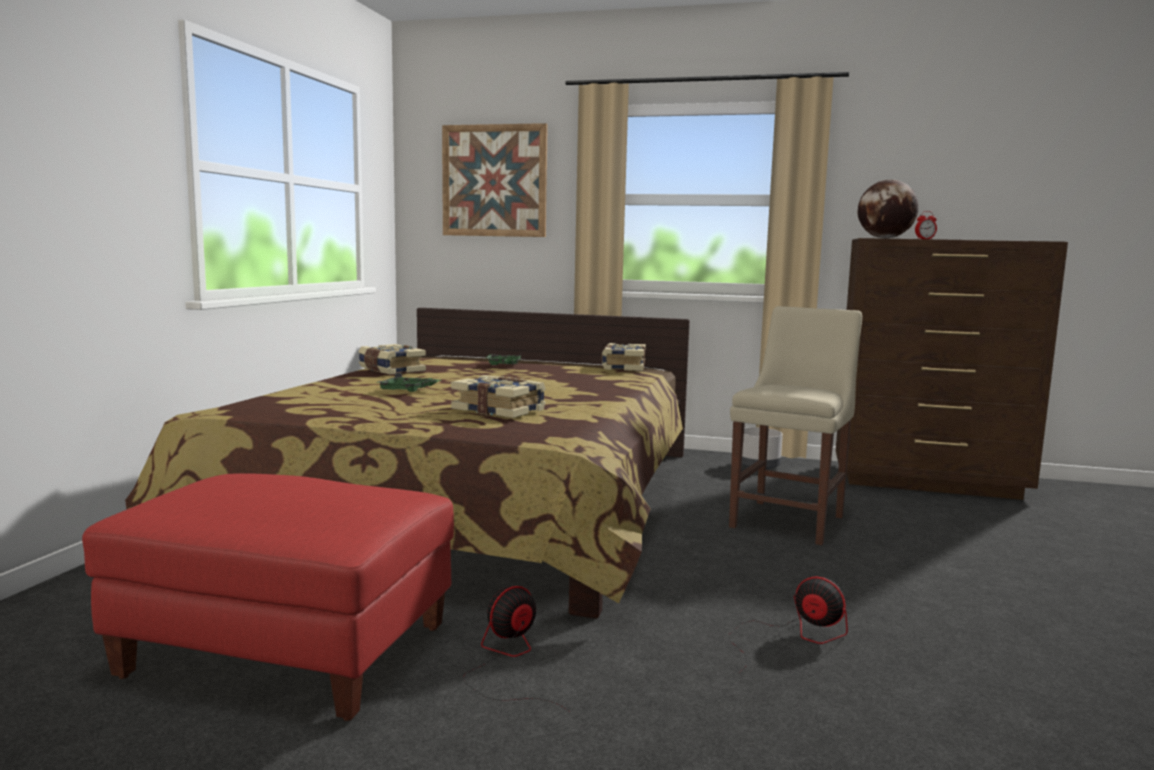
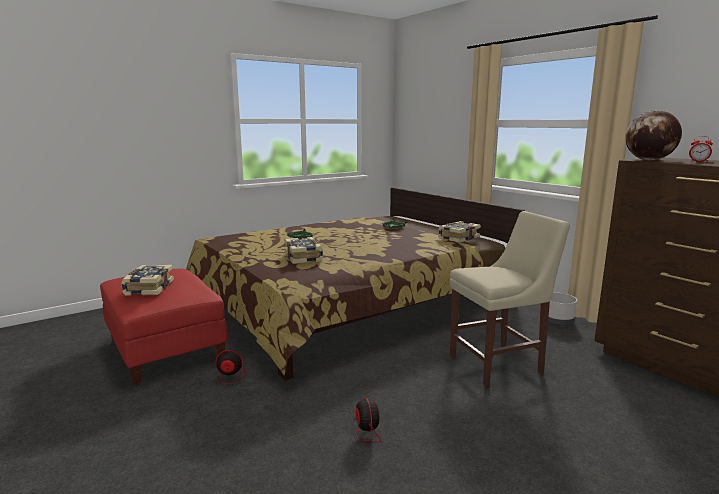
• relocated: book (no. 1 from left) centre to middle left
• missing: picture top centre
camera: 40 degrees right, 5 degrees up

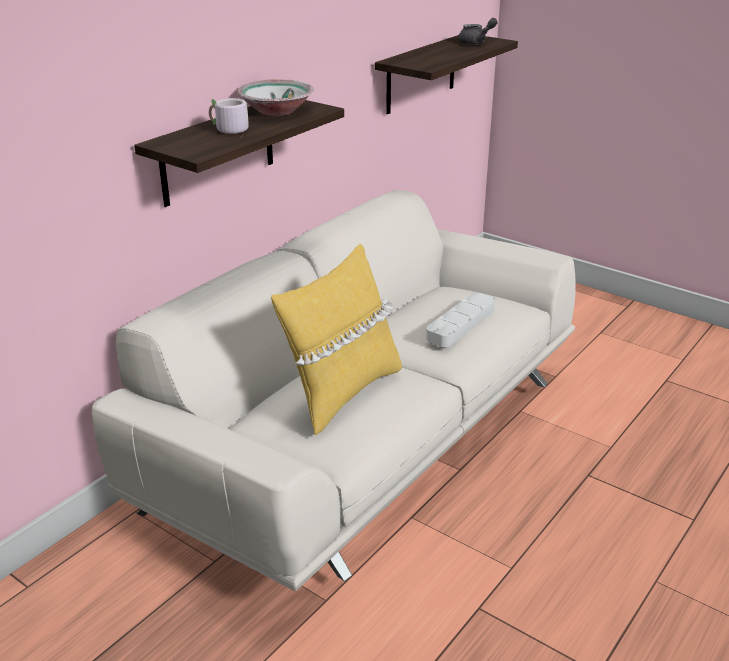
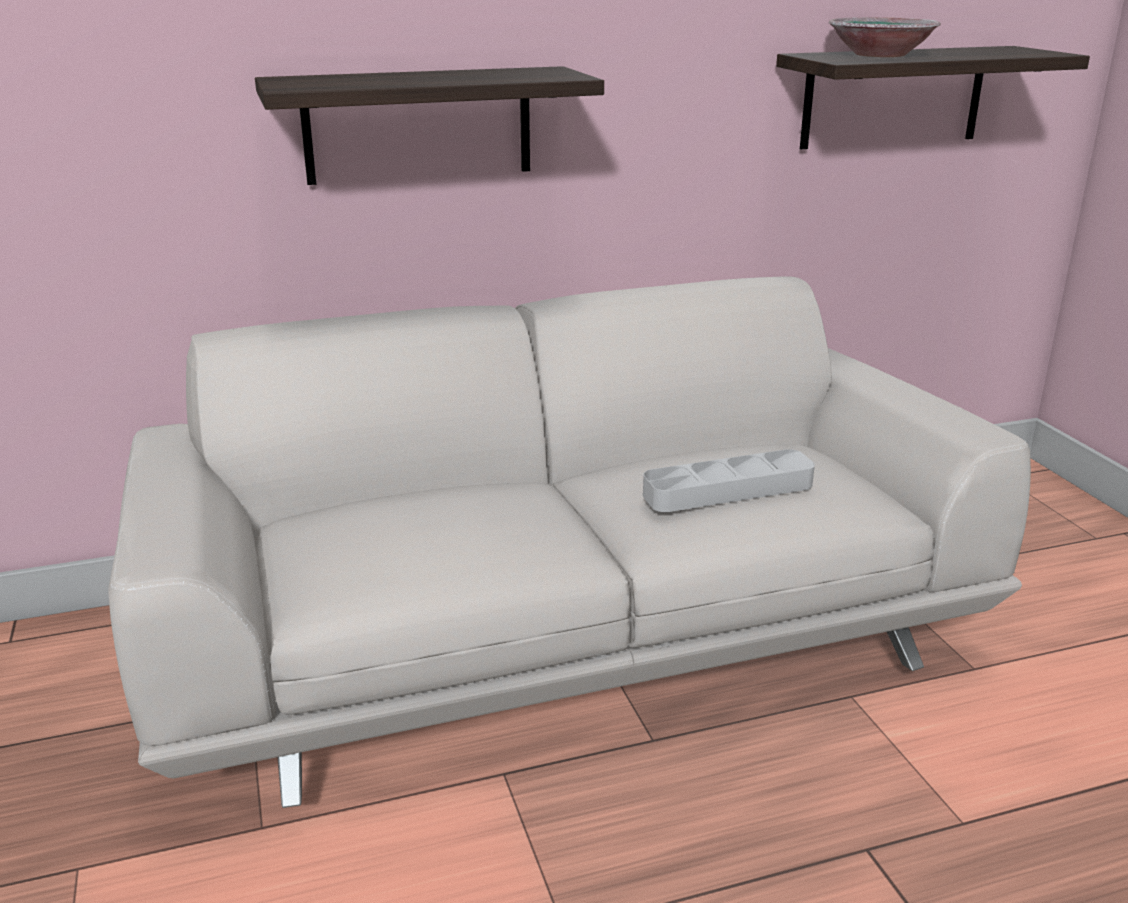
• missing: mug (grey) top left
• relocated: bowl top centre to top right
• missing: pillow (yellow) centre
• missing: teapot (grey) top centre
camera: 35 degrees right, 5 degrees down

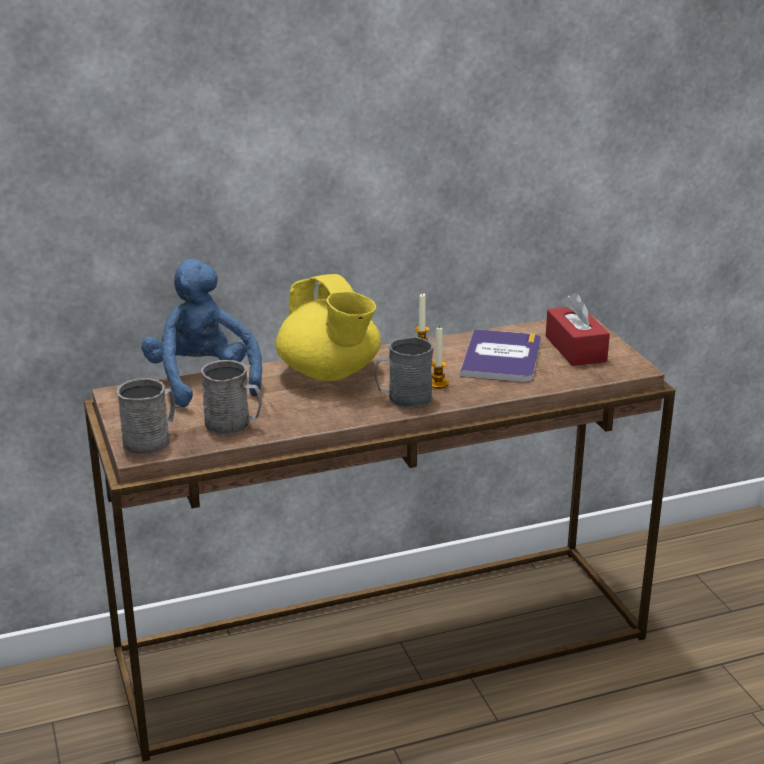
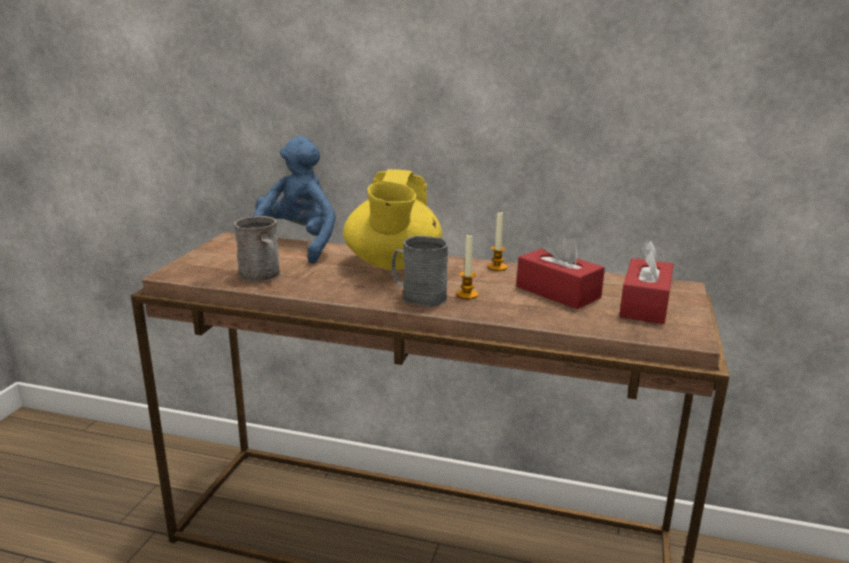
• missing: mug (grey) (no. 1 from left) middle left
• exchanged: book centre to tissue box (red) (no. 1 from left) centre
camera: 35 degrees right, 5 degrees down

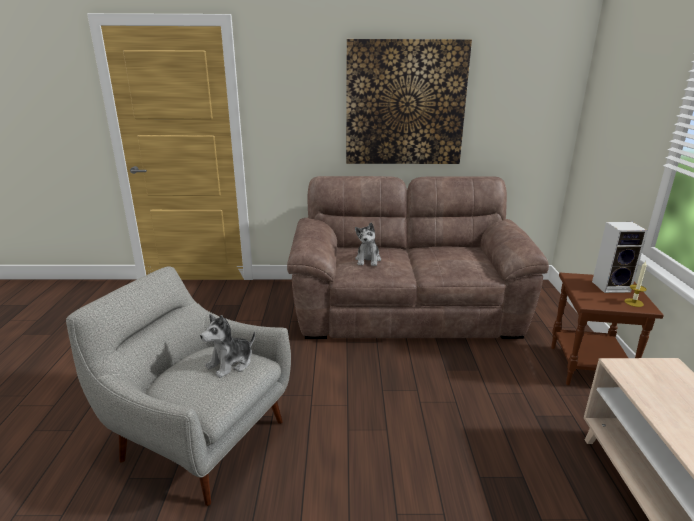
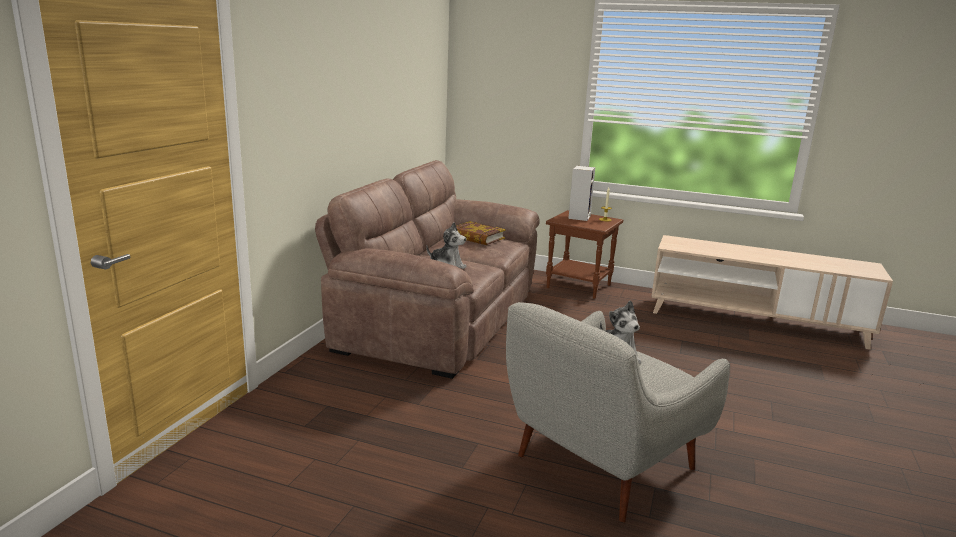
• missing: picture top centre
• appeared: book centre
camera: 70 degrees left, 5 degrees down

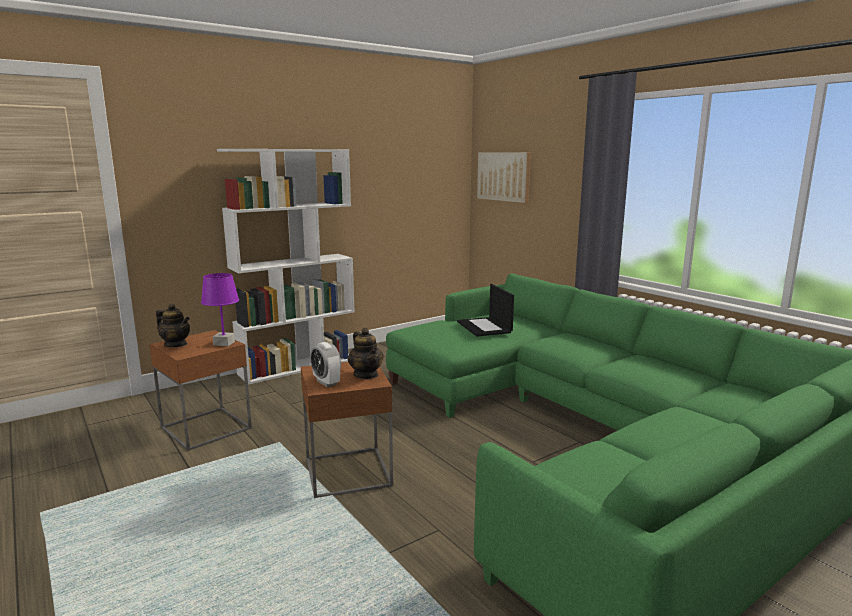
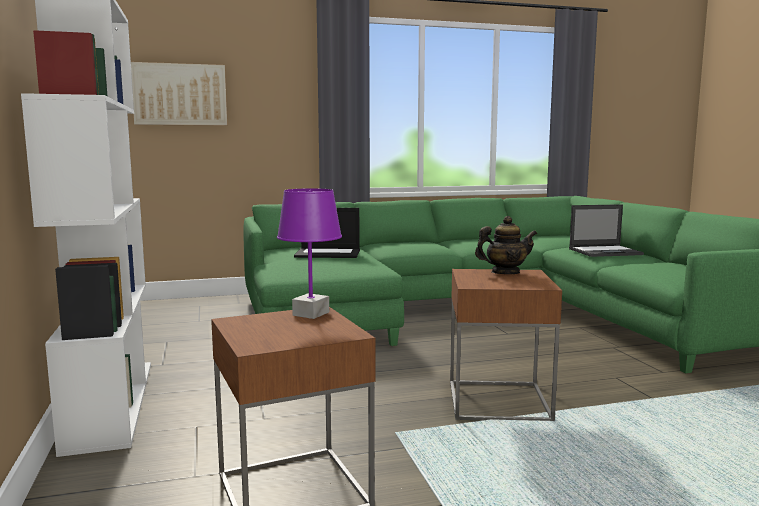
• missing: teapot (no. 1 from left) middle left
• missing: alarm clock centre
• appeared: laptop (no. 2 from left) middle right
camera: 70 degrees left, 5 degrees down

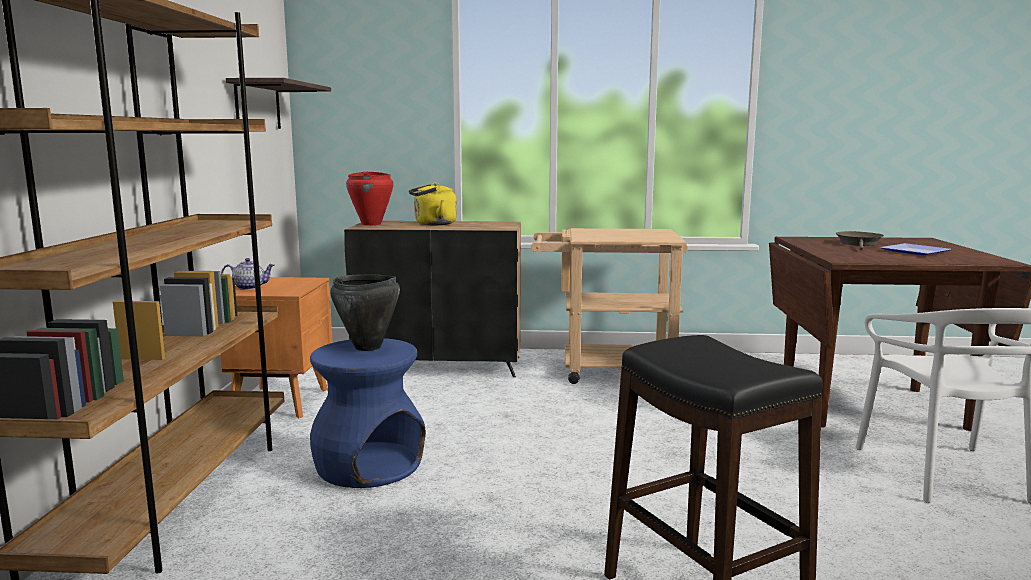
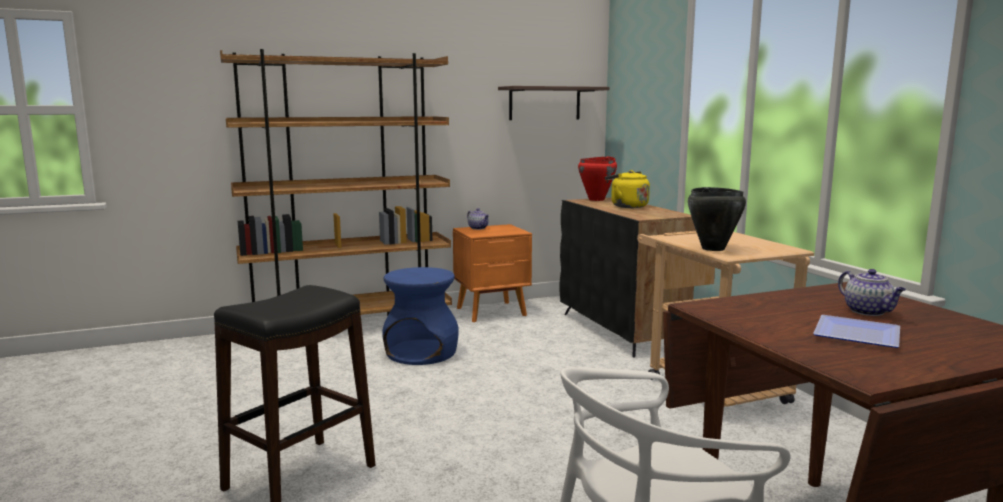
• relocated: cooking pot (black) centre to middle right
• exchanged: frying pan (brown) middle right to teapot (no. 2 from left) middle right
camera: 65 degrees right, 0 degrees up

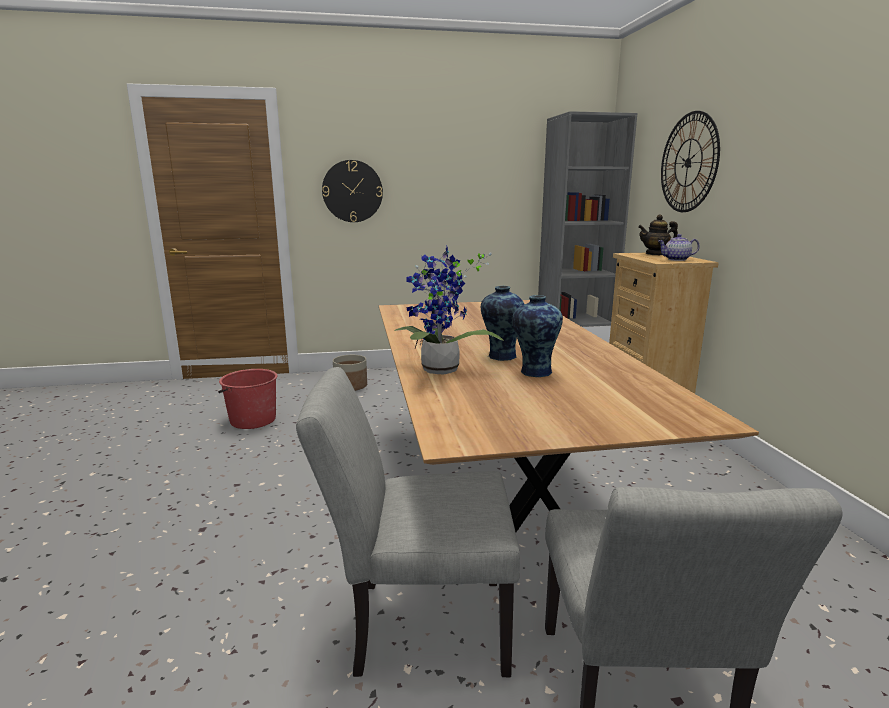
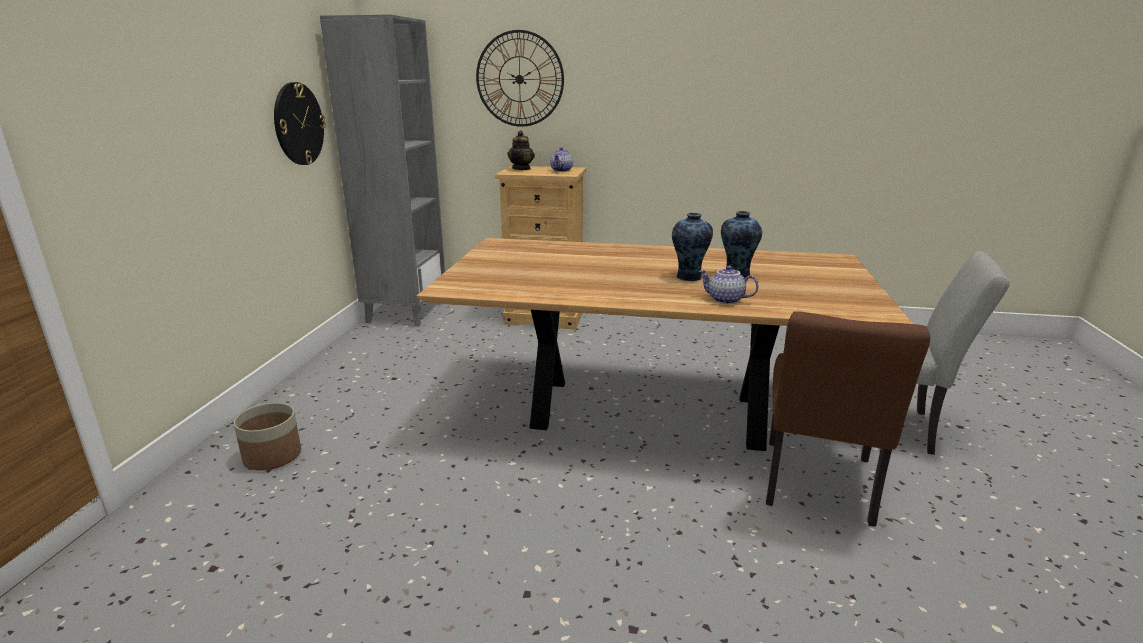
• missing: bucket (red) middle left
• colour: chair (grey) (no. 1 from left) bottom centre to chair (brown) middle right
• relocated: wall clock (no. 1 from left) top centre to top left
• exchanged: potted plant centre to teapot (no. 3 from left) centre
camera: 70 degrees left, 5 degrees up

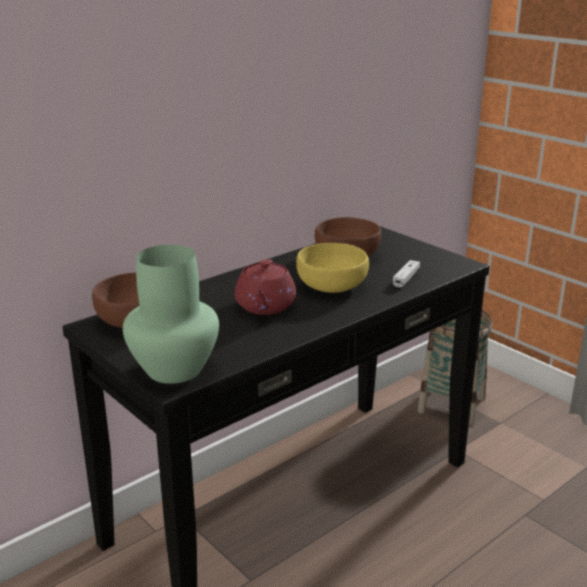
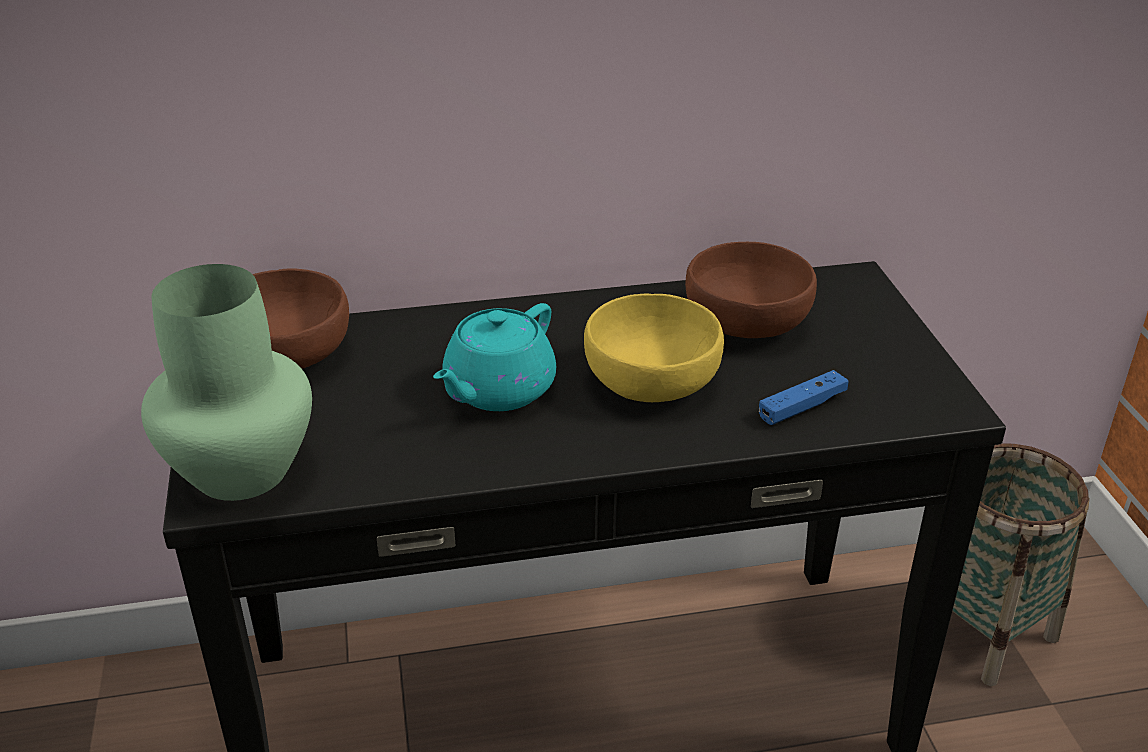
• colour: teapot (red) centre to teapot (turquoise) centre
• colour: game controller (white) middle right to game controller (blue) middle right
camera: 30 degrees right, 10 degrees up

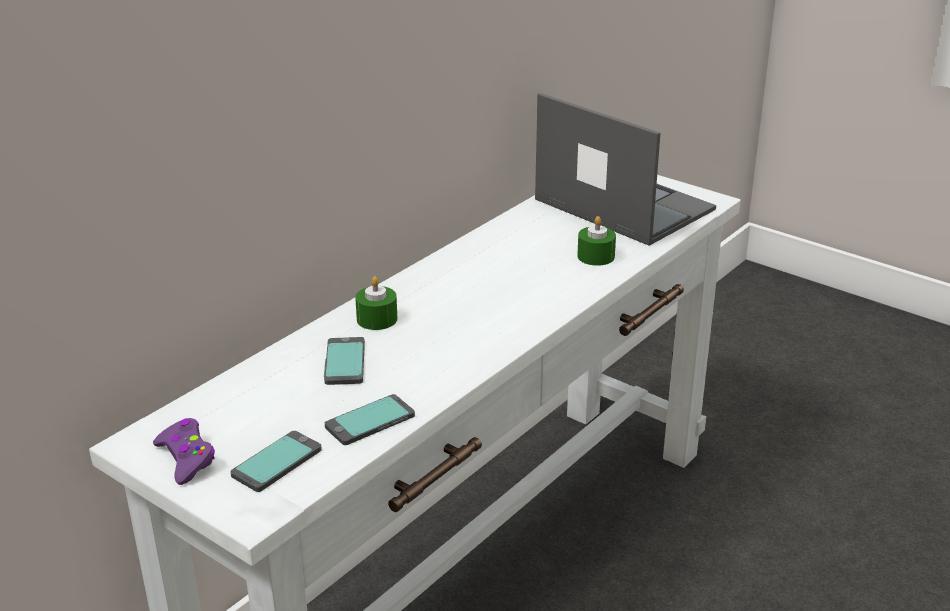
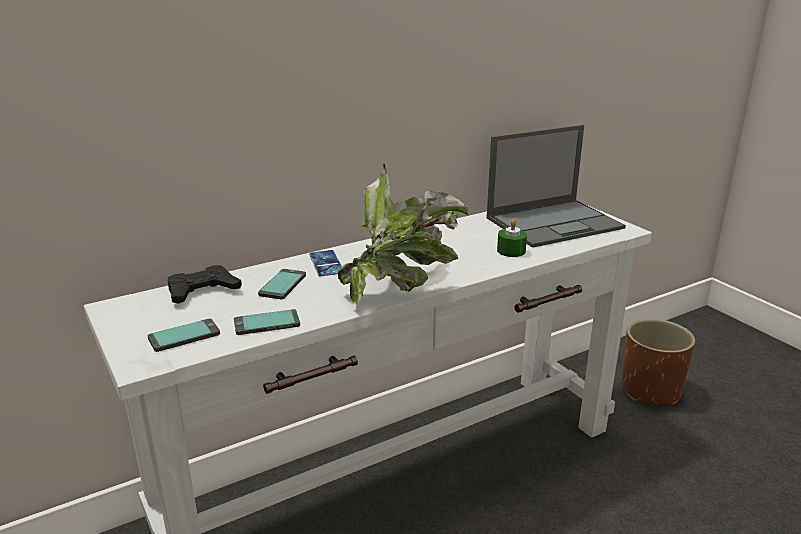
• missing: game controller (purple) bottom left
• exchanged: candle (green) (no. 1 from left) centre to phone (no. 4 from left) centre
• spun: laptop top centre = middle right 90 degrees clockwise
• appeared: game controller (black) middle left
• appeared: potted plant centre
• appeared: planter (brown) bottom right
camera: 20 degrees right, 5 degrees down

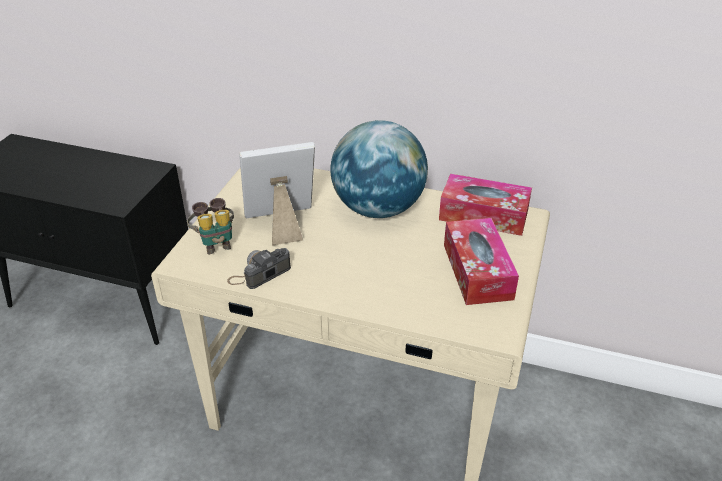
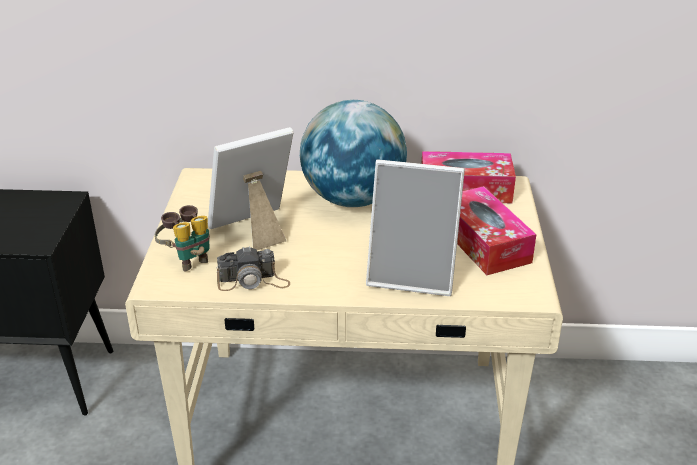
• spun: photo camera centre = centre 135 degrees counterclockwise
• appeared: picture frame (no. 2 from left) centre
camera: 15 degrees left, 5 degrees down

